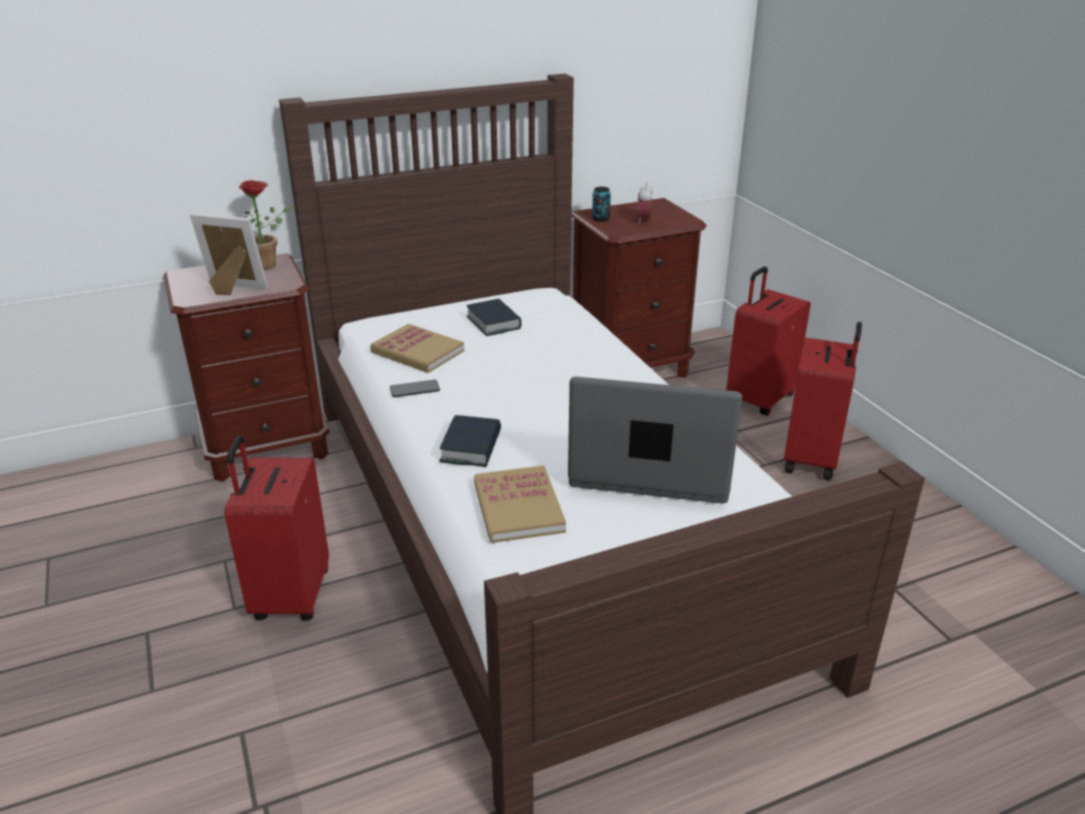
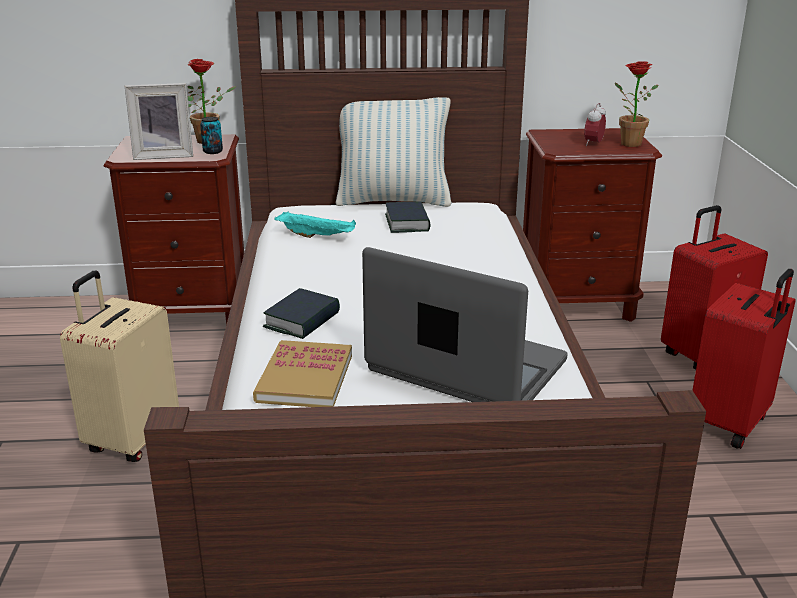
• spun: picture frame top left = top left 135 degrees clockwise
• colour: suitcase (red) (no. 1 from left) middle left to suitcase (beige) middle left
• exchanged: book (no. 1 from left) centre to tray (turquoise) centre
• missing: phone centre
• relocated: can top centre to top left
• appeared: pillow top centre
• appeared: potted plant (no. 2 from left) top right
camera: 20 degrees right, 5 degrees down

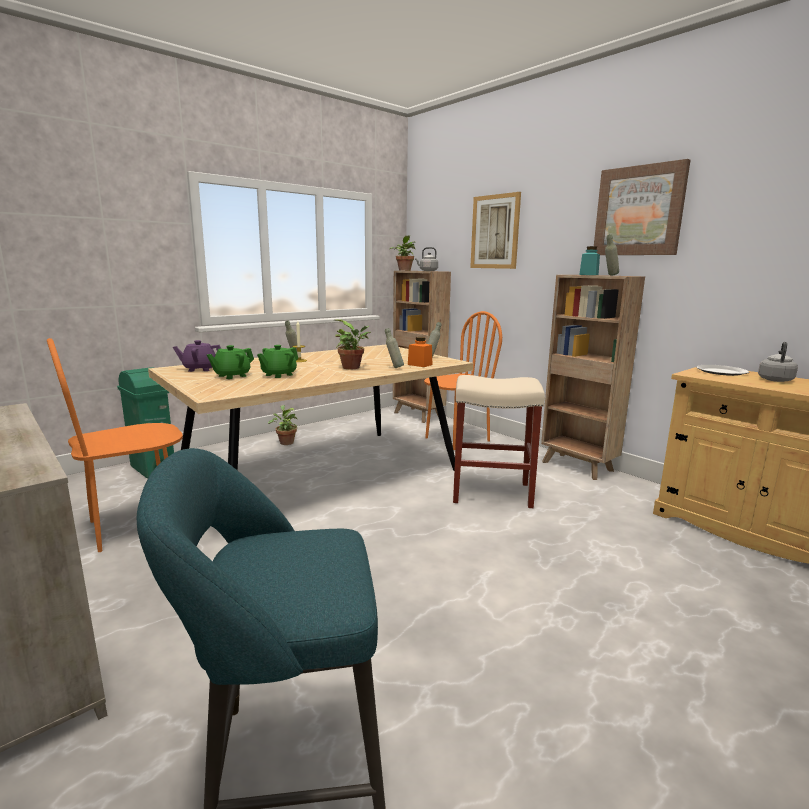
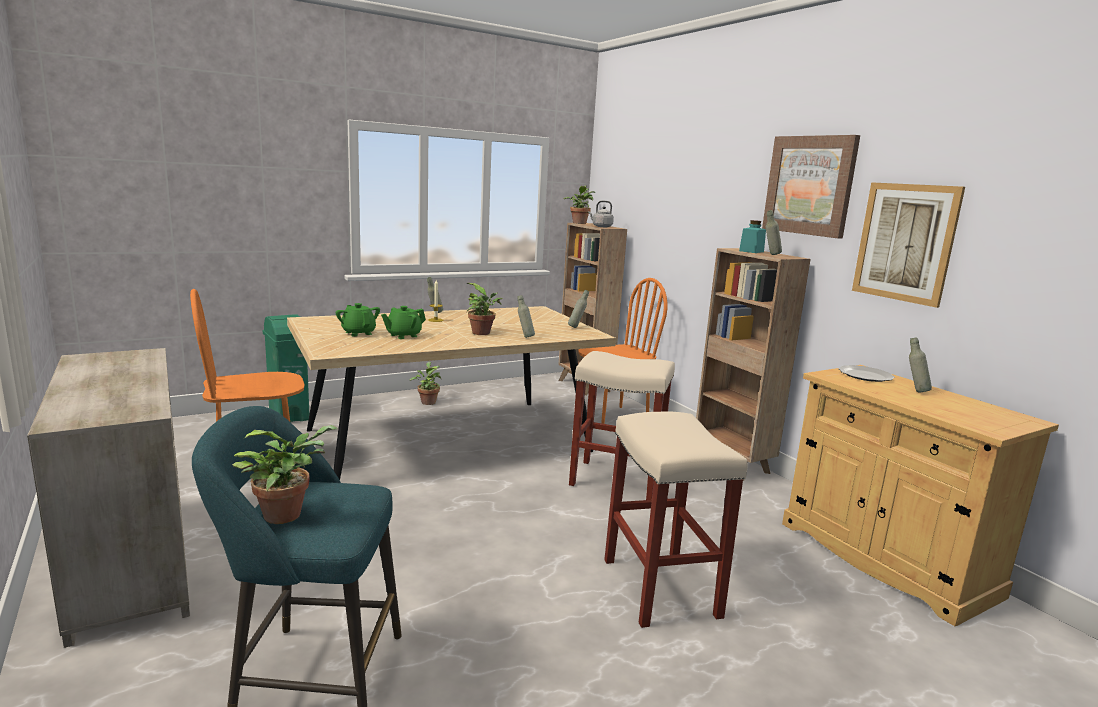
• missing: teapot (purple) middle left
• spun: teapot (green) (no. 1 from left) middle left = middle left 90 degrees clockwise
• missing: jar (orange) centre
• relocated: picture (no. 1 from left in the first image) top centre to picture (no. 2 from left) middle right
• exchanged: kettle (grey) (no. 2 from left) middle right to bottle (grey) (no. 5 from left) middle right
• appeared: potted plant (no. 1 from left) bottom left
• appeared: stool (beige) (no. 2 from left) bottom centre
camera: 10 degrees right, 0 degrees up

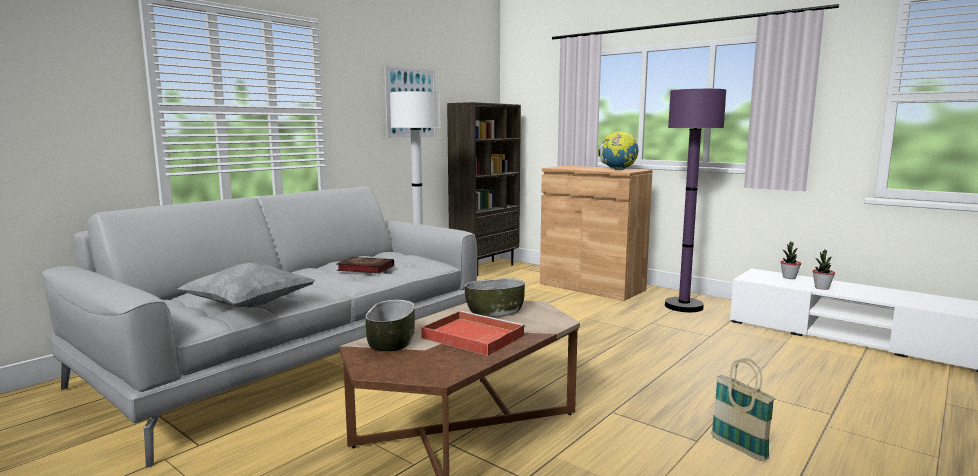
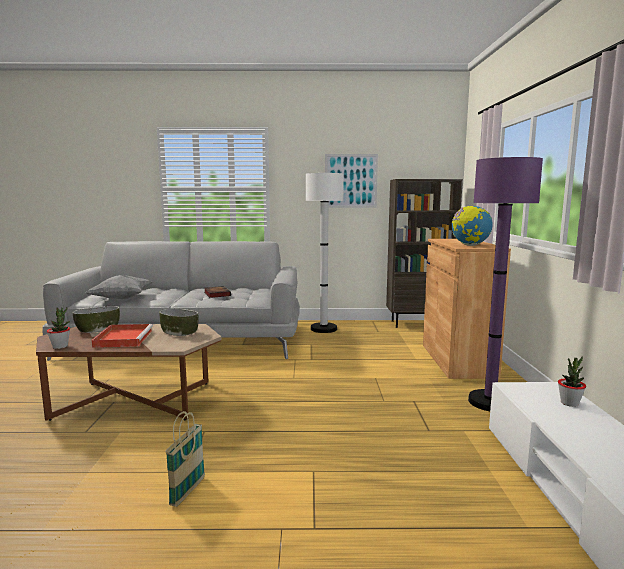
• relocated: potted plant (no. 2 from left in the first image) middle right to potted plant (no. 1 from left) middle left
camera: 50 degrees right, 0 degrees up

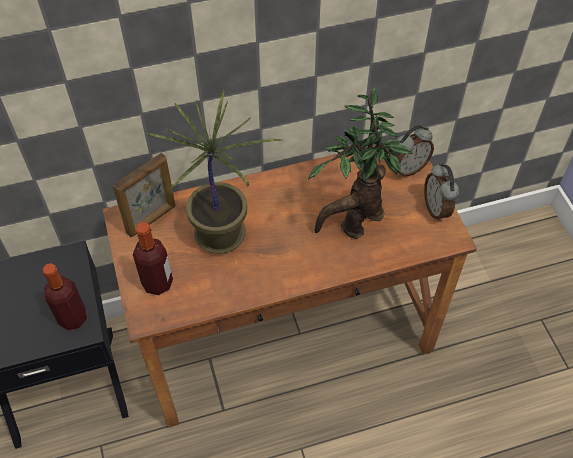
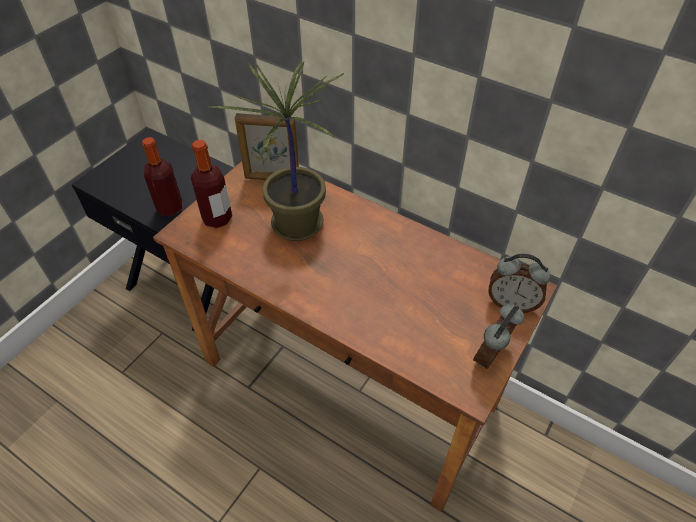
• missing: potted plant (no. 2 from left) centre
camera: 50 degrees right, 5 degrees down

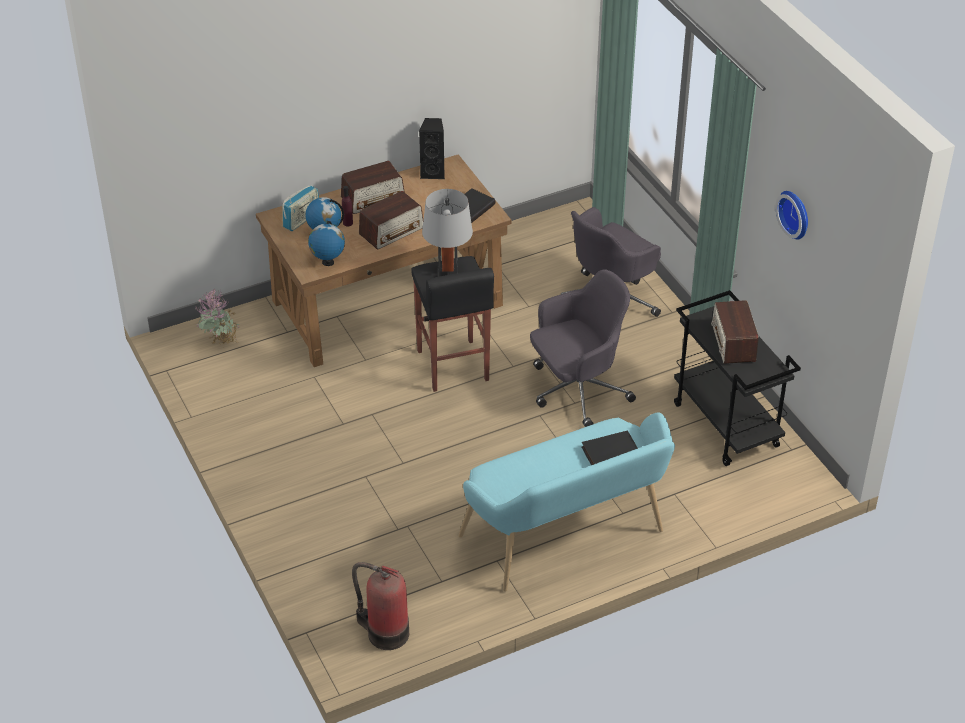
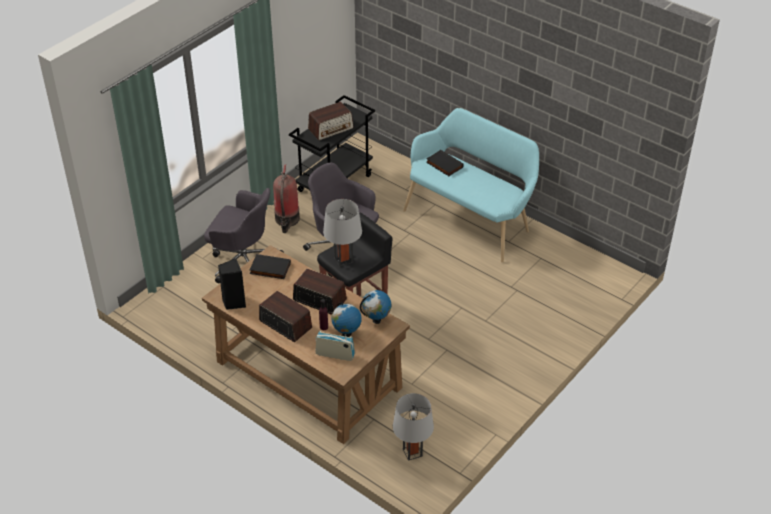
• exchanged: potted plant middle left to table lamp (grey) (no. 2 from left) bottom centre
• relocated: fire extinguisher bottom centre to centre
• missing: wall clock top right
camera: 115 degrees left, 0 degrees up

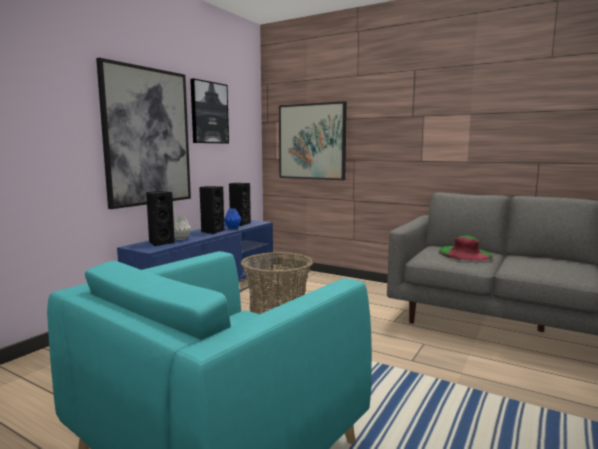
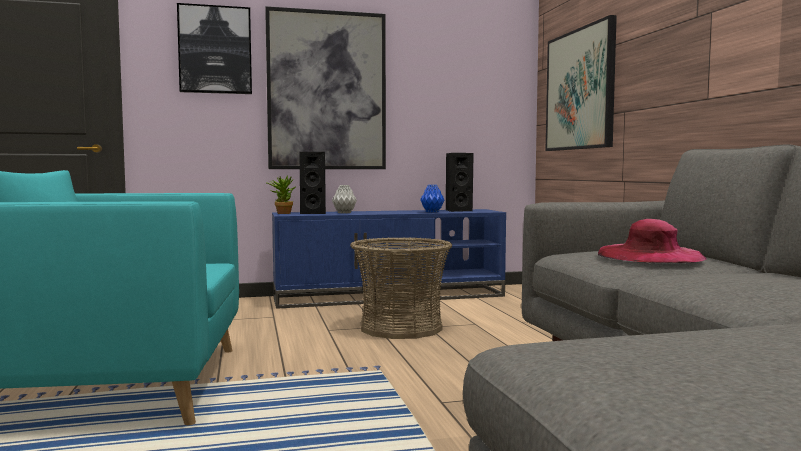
• relocated: picture (no. 2 from left in the first image) top centre to picture (no. 1 from left) top left
• missing: speaker (black) (no. 2 from left) centre
• colour: hat (green) middle right to hat (pink) middle right
• appeared: potted plant centre
camera: 45 degrees right, 5 degrees down

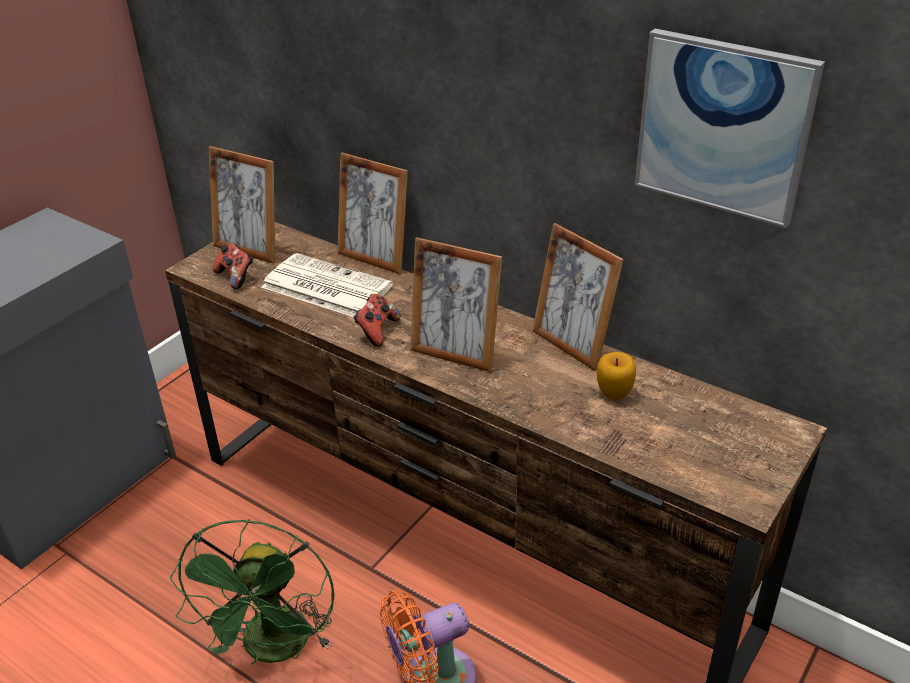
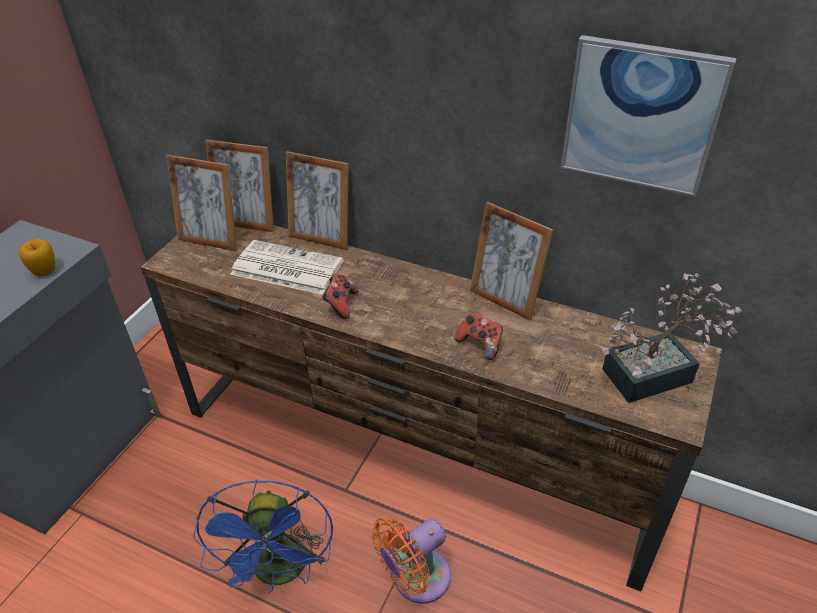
• colour: fan (green) bottom left to fan (blue) bottom left
• relocated: game controller (no. 1 from left in the first image) middle left to game controller (no. 2 from left) centre
• relocated: picture frame (no. 3 from left in the first image) centre to picture frame (no. 2 from left) top left
• relocated: apple middle right to middle left
• appeared: potted plant middle right
camera: 10 degrees left, 5 degrees up

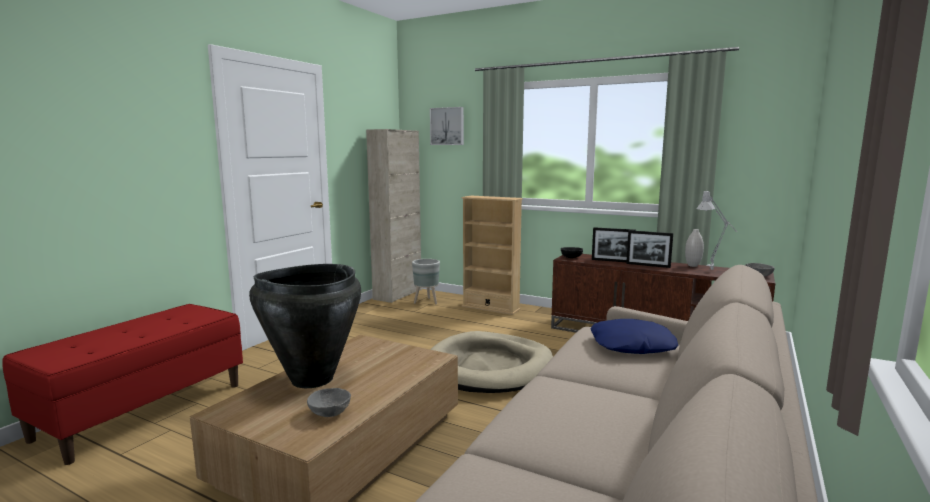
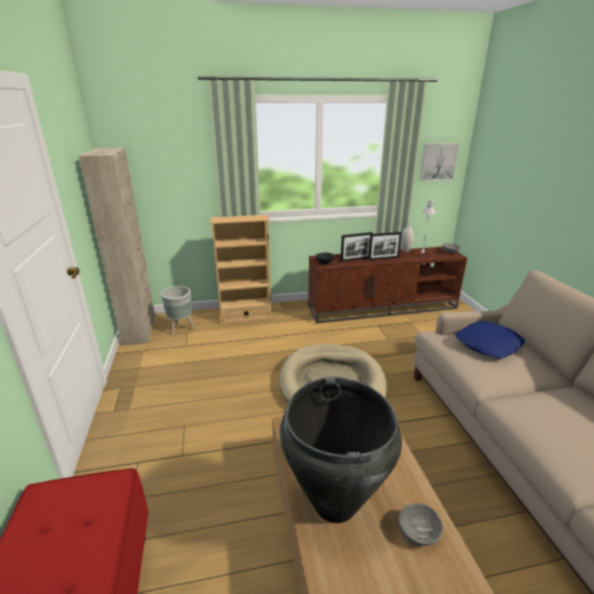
• relocated: picture top centre to top right
camera: 40 degrees left, 15 degrees up

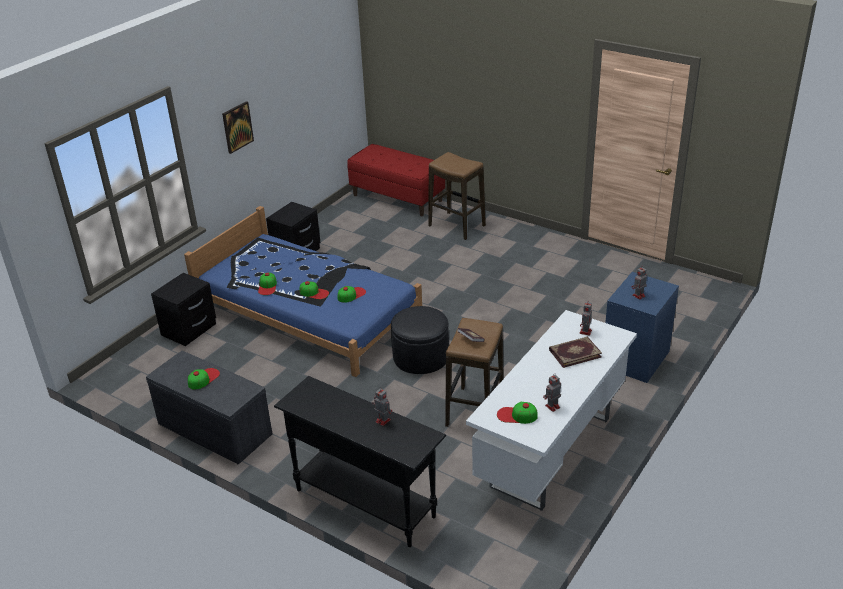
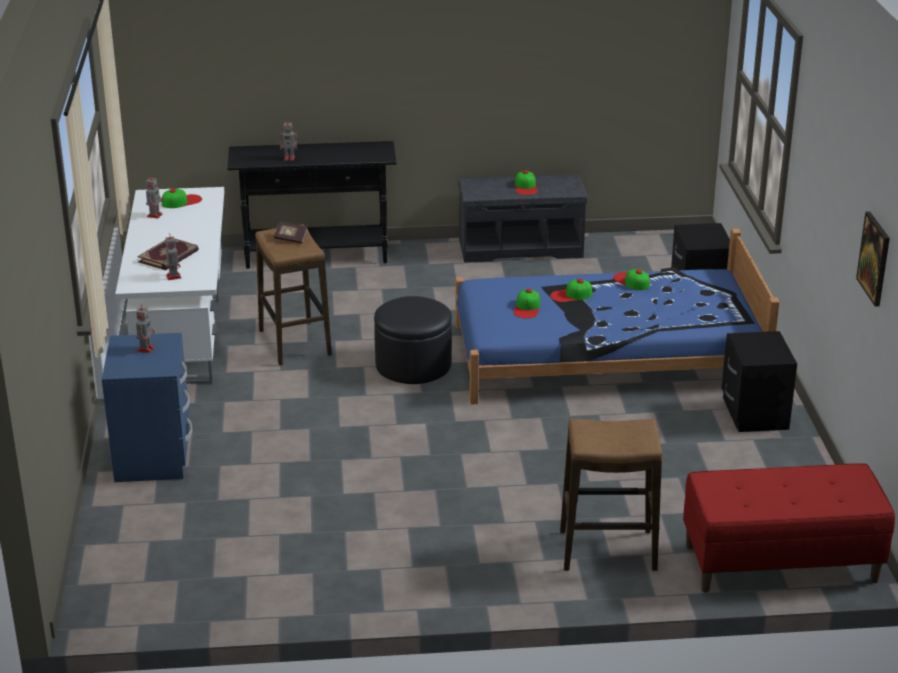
• relocated: picture top left to middle right
camera: 140 degrees right, 5 degrees down

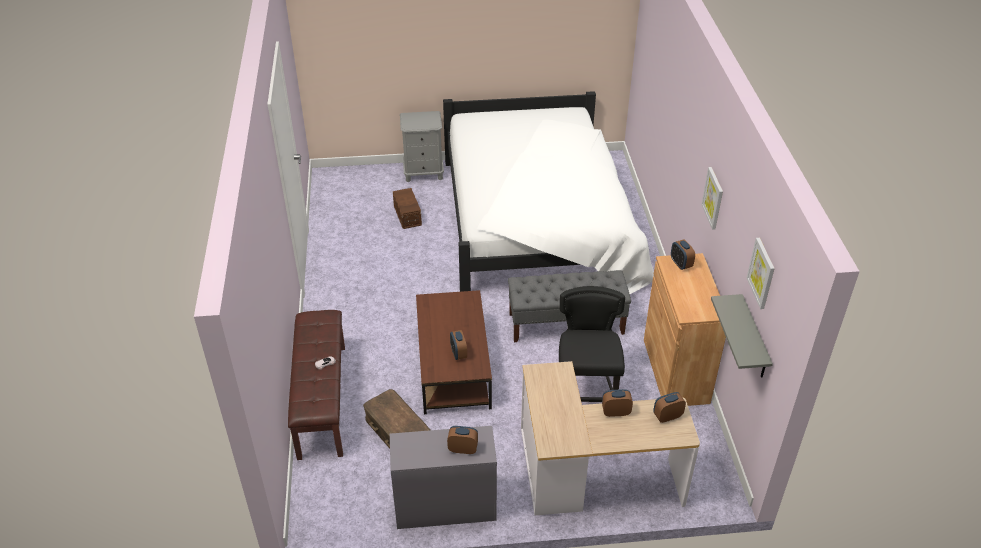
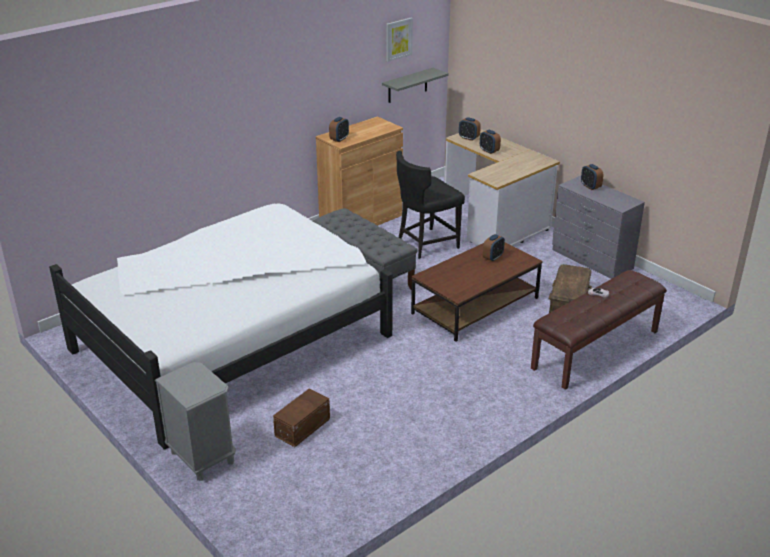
• missing: picture (no. 1 from left) middle right
camera: 125 degrees left, 10 degrees down

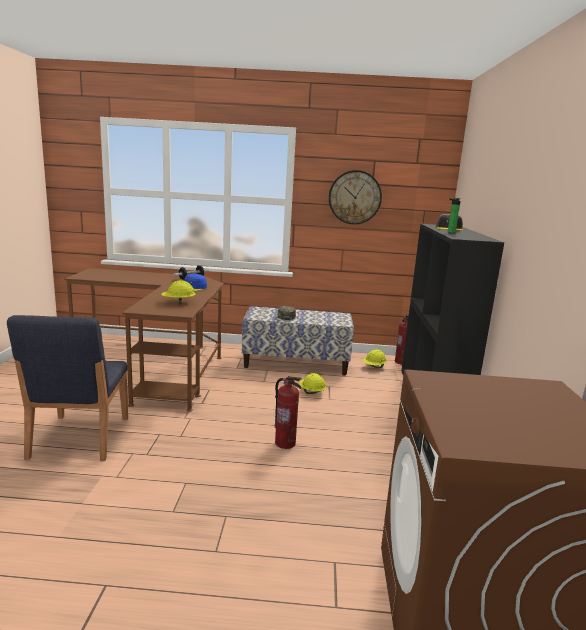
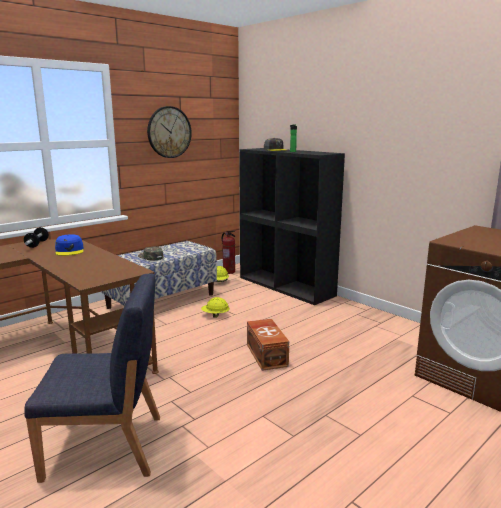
• spun: chair (blue) middle left = bottom left 45 degrees counterclockwise
• missing: hard hat (yellow) (no. 1 from left) middle left
• exchanged: fire extinguisher (no. 1 from left) centre to storage box (brown) bottom centre
camera: 45 degrees left, 0 degrees up

